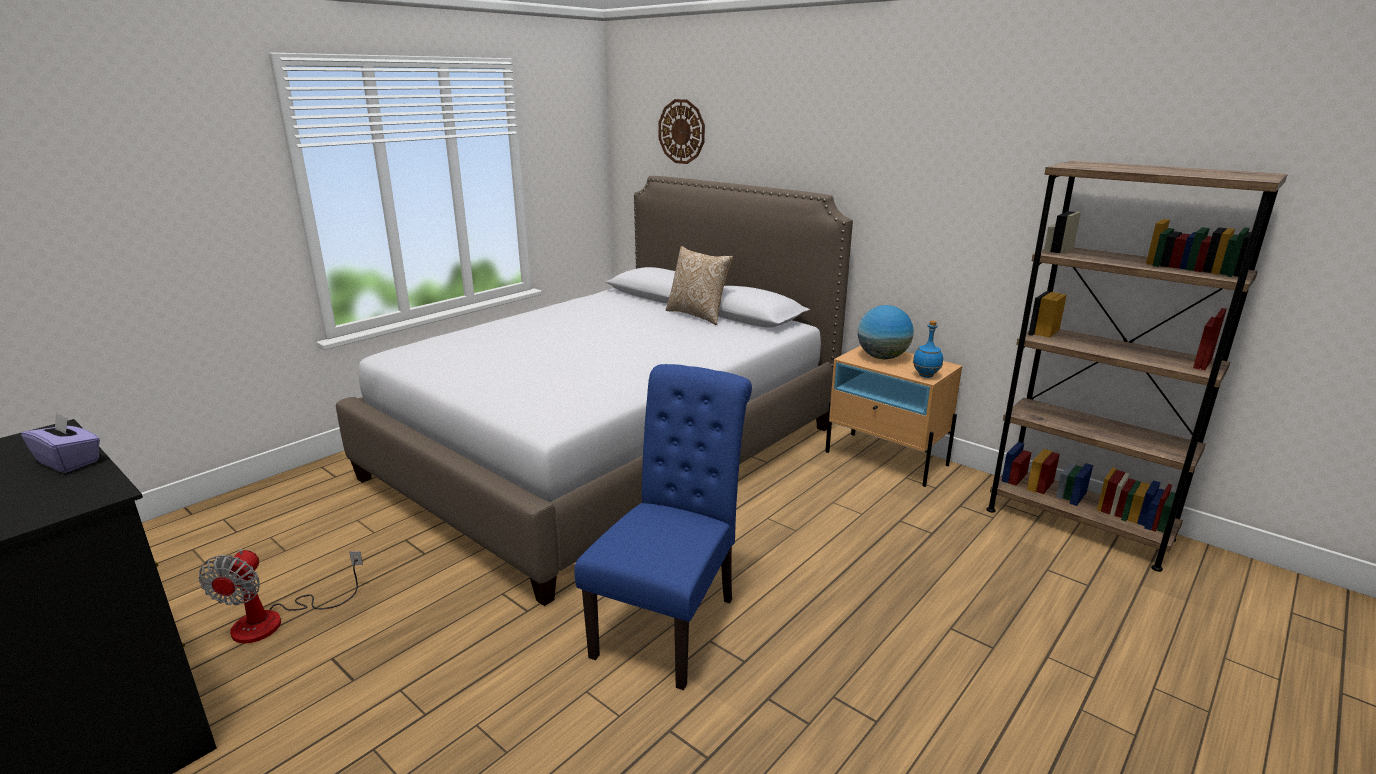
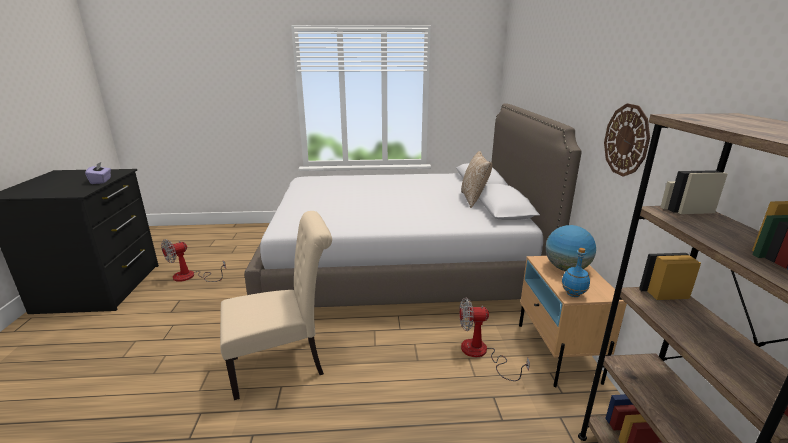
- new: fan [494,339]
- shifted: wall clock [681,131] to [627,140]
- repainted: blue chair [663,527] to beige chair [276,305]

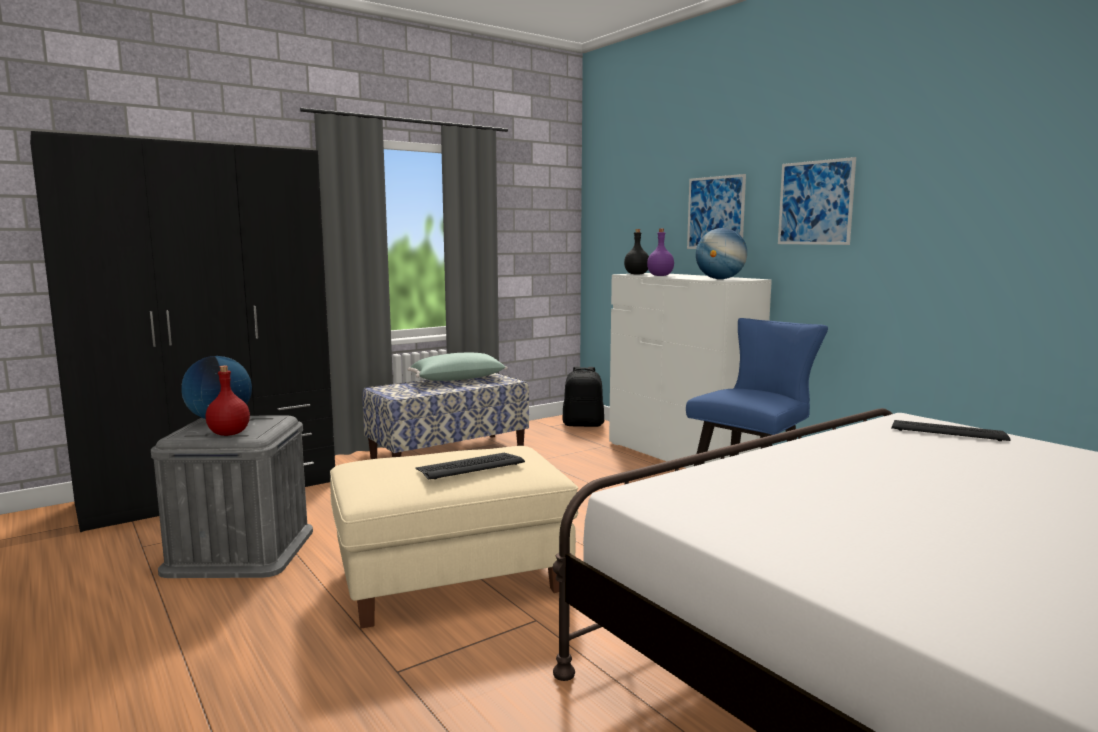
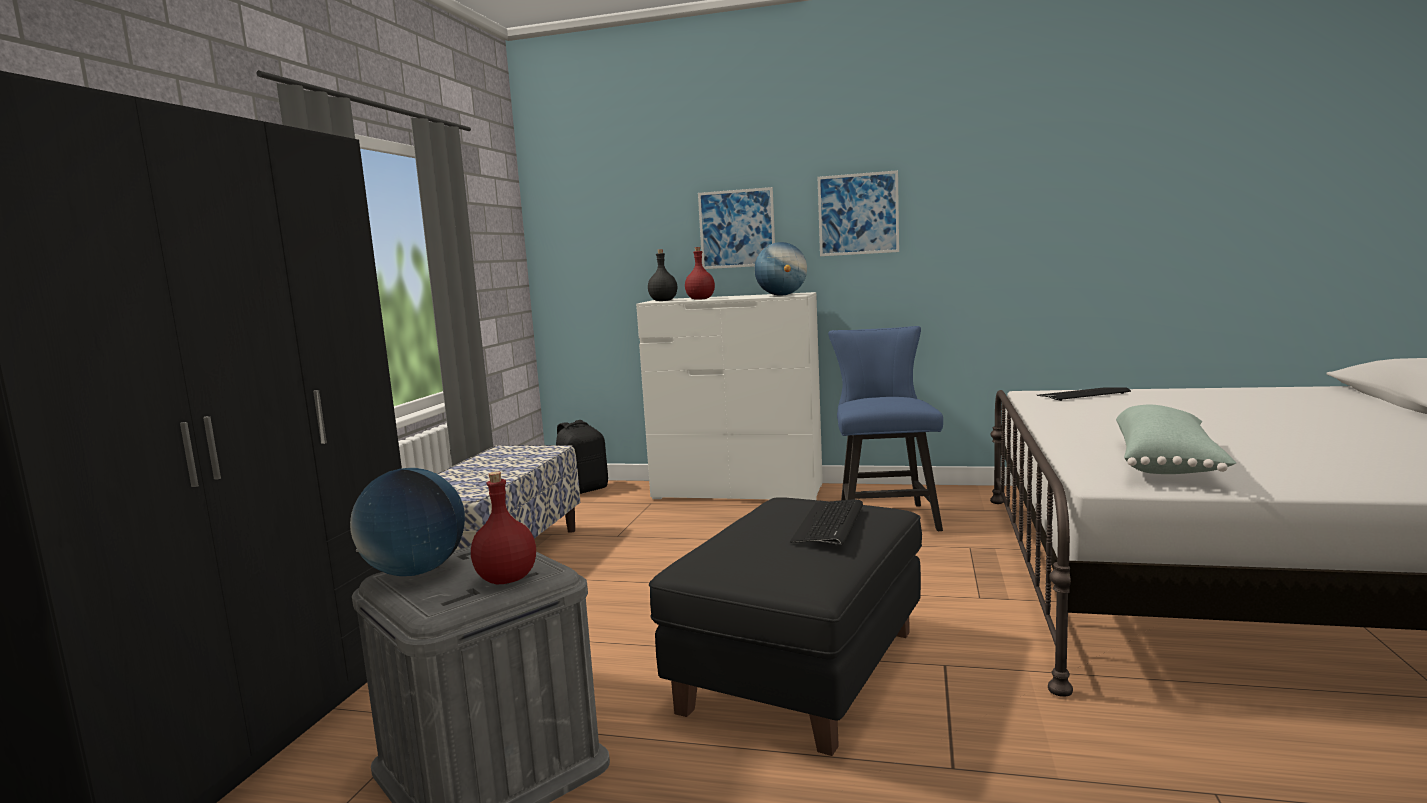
- shifted: green pillow [457,367] to [1176,439]
- repainted: beige ottoman [454,537] to black ottoman [785,626]
- repainted: purple bottle [660,252] to red bottle [700,273]

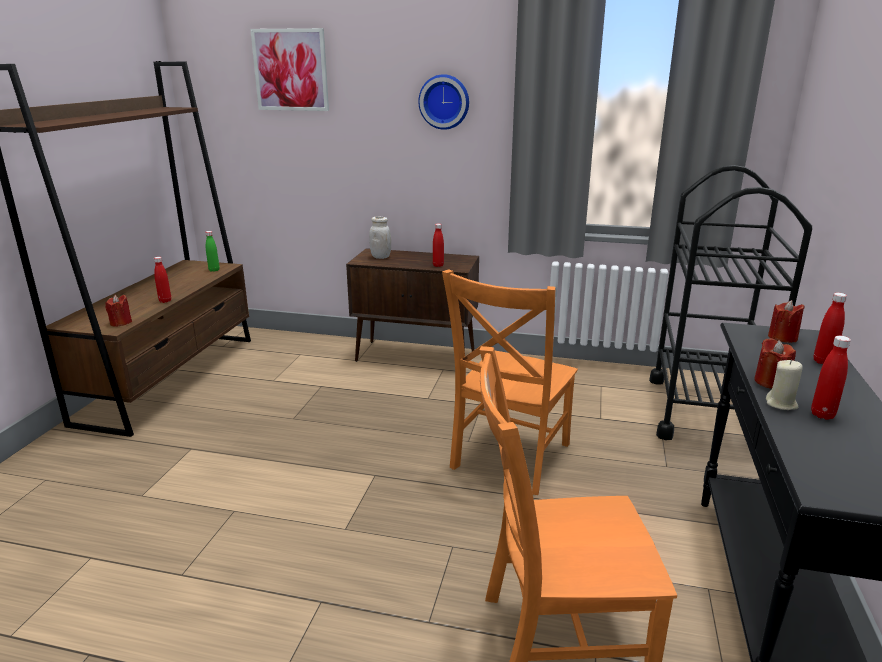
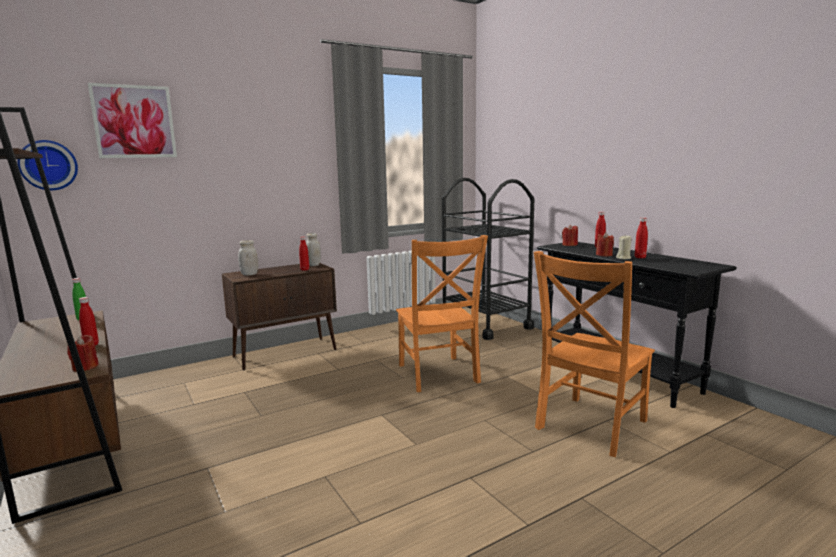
- new: white jar [313,249]
- shifted: wall clock [443,102] to [47,165]

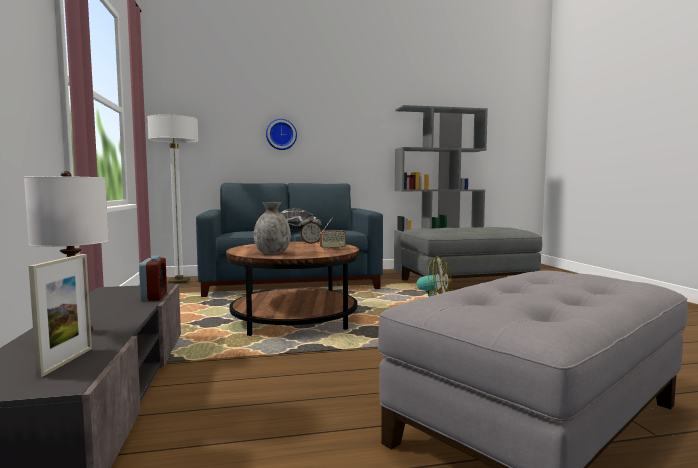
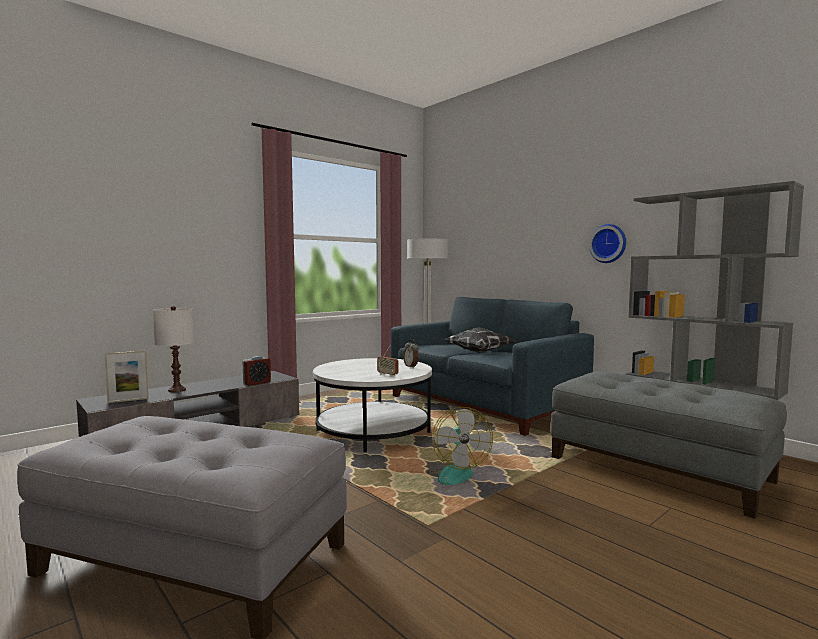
- gone: grey vase [272,228]
- shifted: wall clock [281,134] to [607,243]
- repainted: brown coffee table [292,288] to white coffee table [372,405]

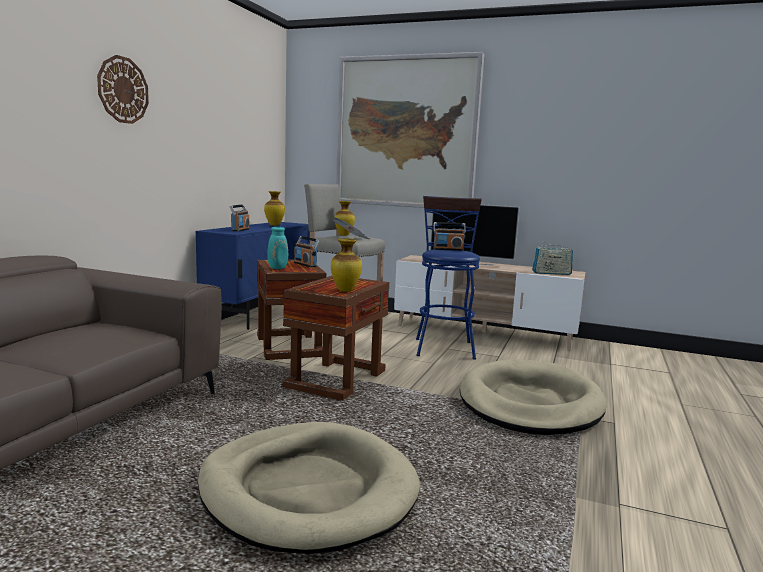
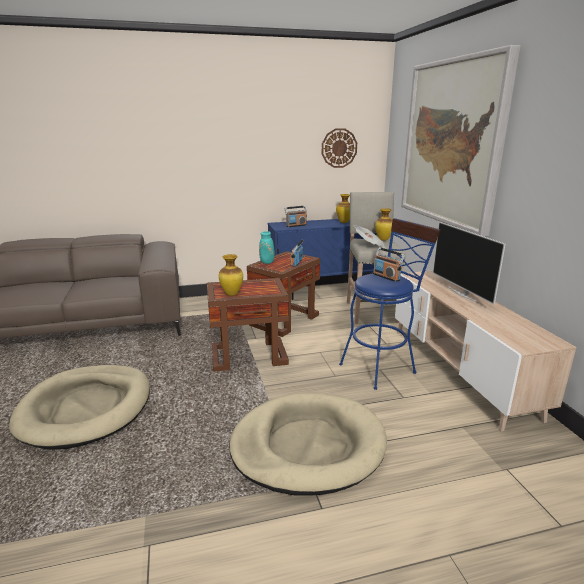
- gone: radio [552,259]
- shifted: wall clock [123,89] to [339,148]

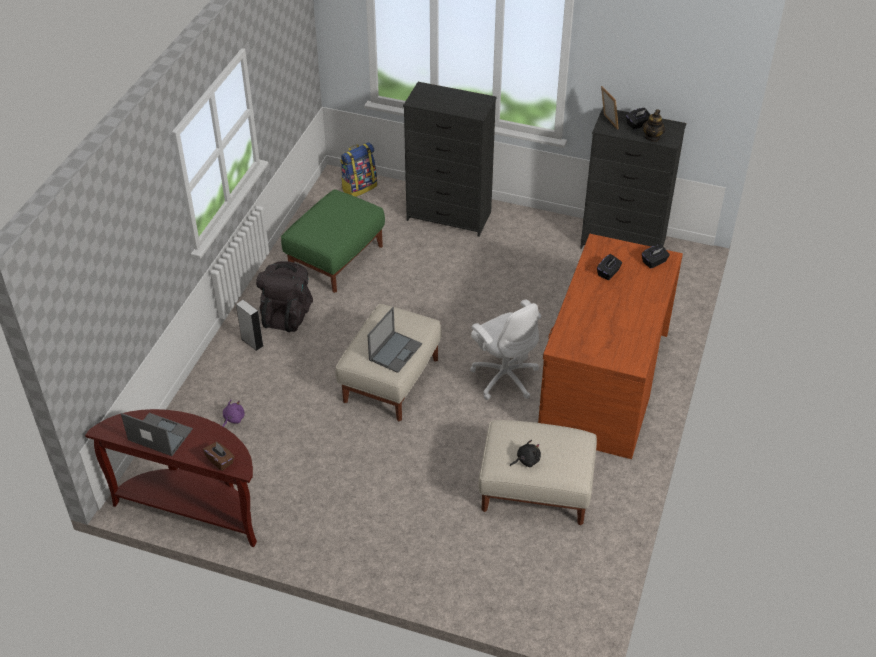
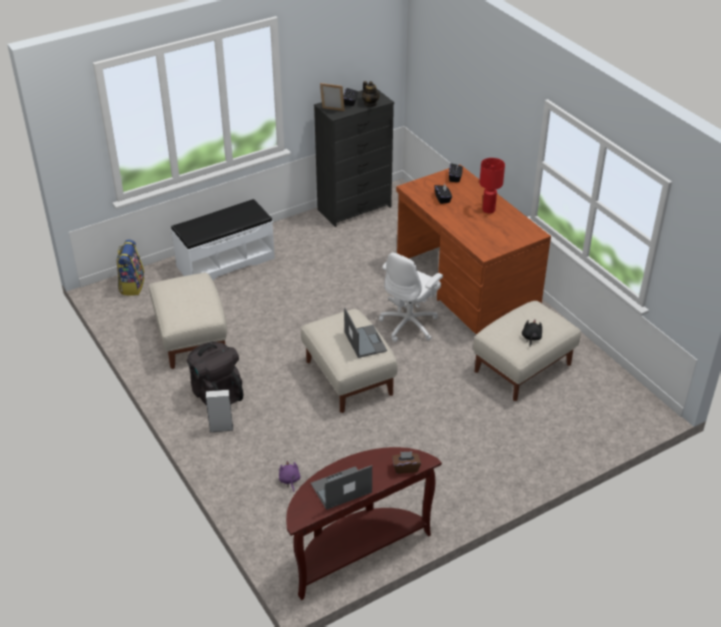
- new: red table lamp [492,185]
- swapped: black dresser [449,159] to white bench [223,239]
- repainted: green ottoman [333,241] to beige ottoman [188,321]
- rotated: white office chair [505,350] = [411,297] 120 degrees clockwise

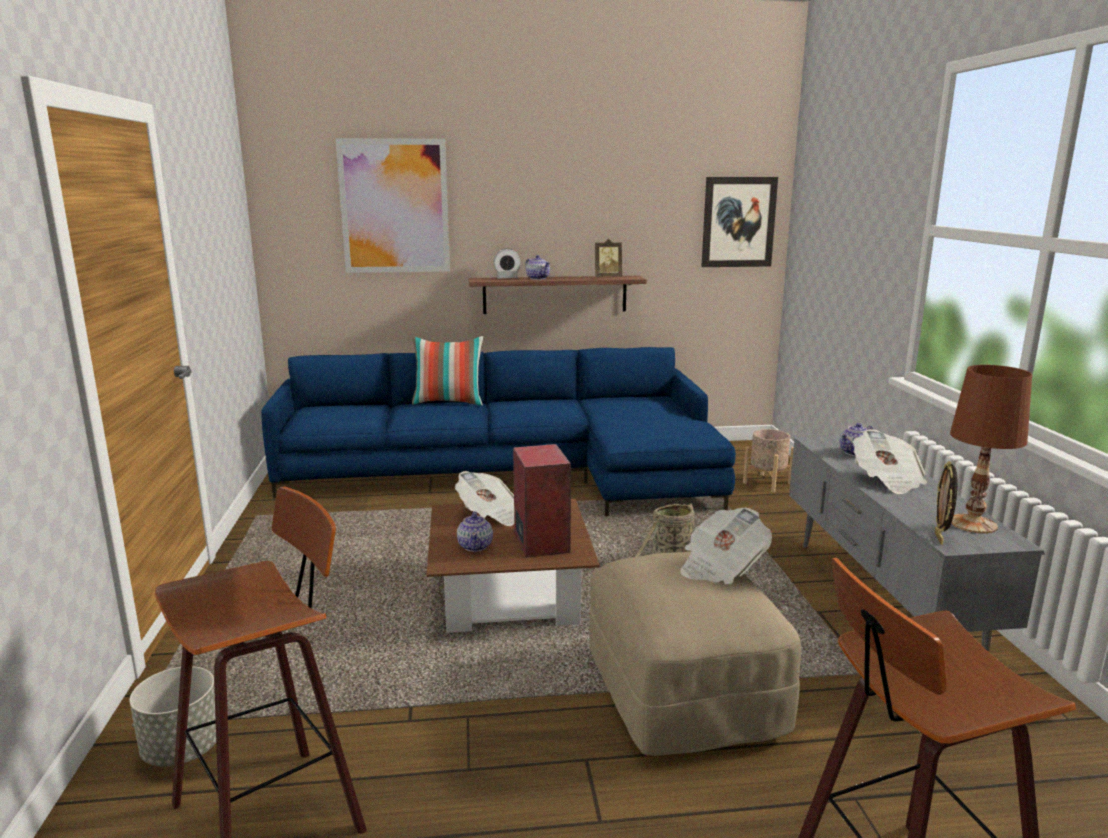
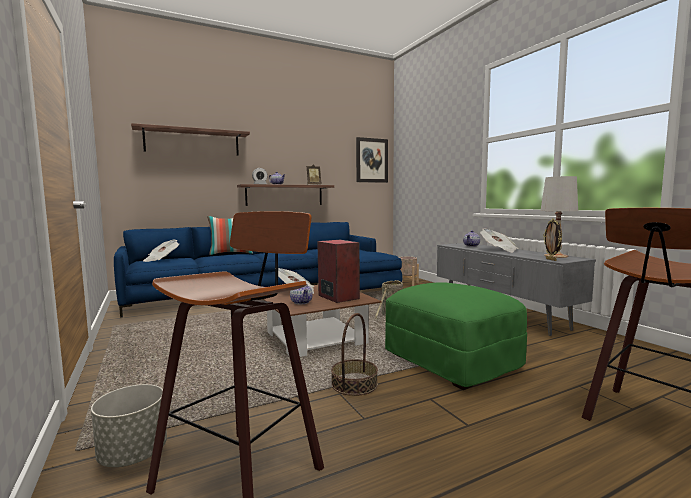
- new: basket [354,354]
- shifted: newspaper [726,546] to [161,251]
- swapped: picture [393,205] to shelf [190,139]
- repainted: beige ottoman [695,654] to green ottoman [456,336]
- repainted: brown table lamp [991,449] to white table lamp [559,217]

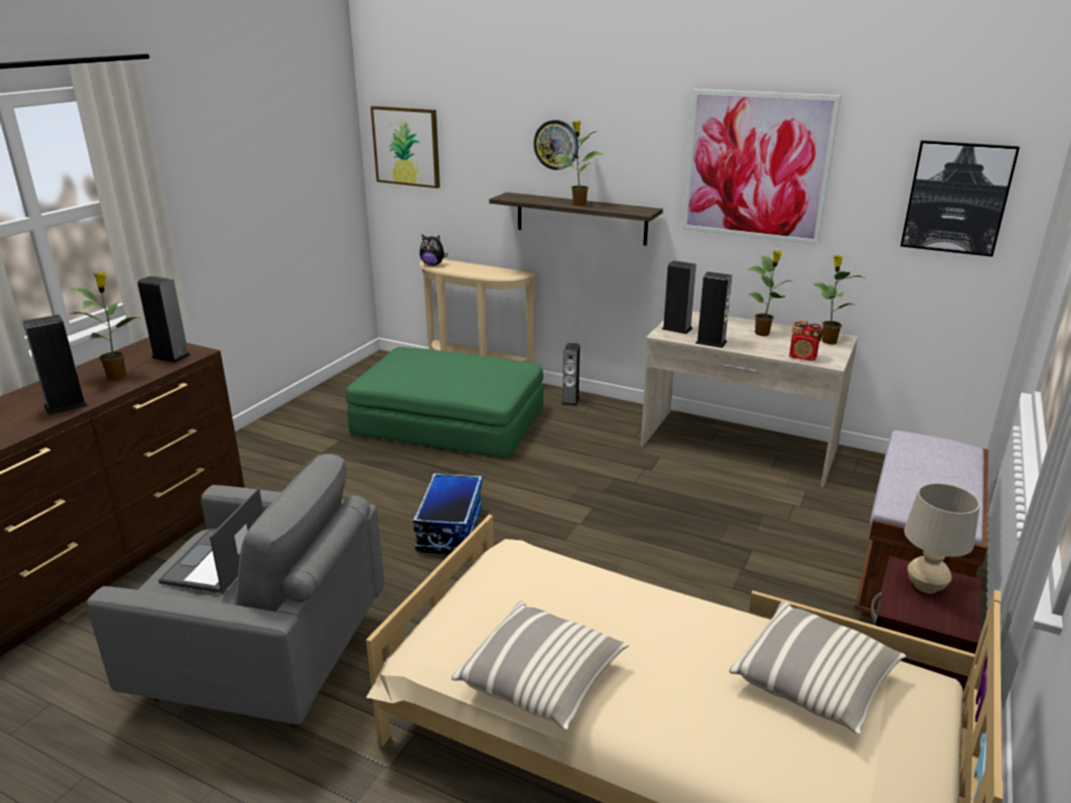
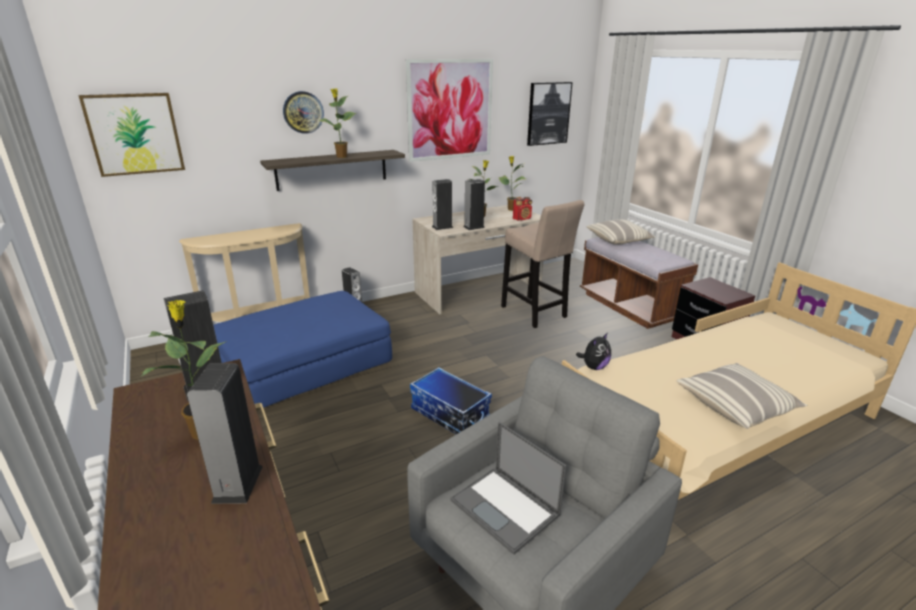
- gone: beige table lamp [942,538]
- new: beige stool [543,264]
- shifted: plush toy [434,250] to [593,351]
- shifted: pillow [817,668] to [621,232]
- repainted: green ottoman [444,403] to blue ottoman [303,349]

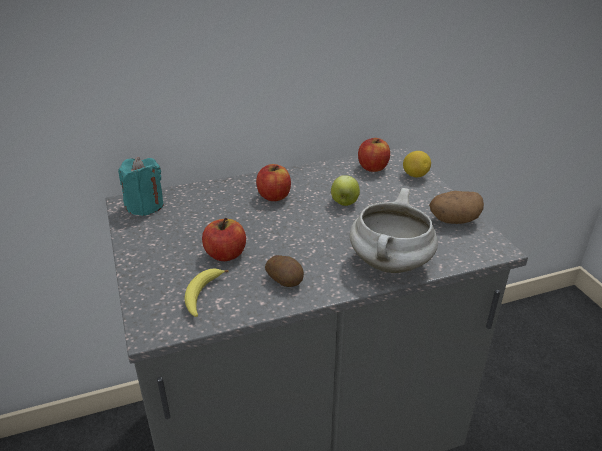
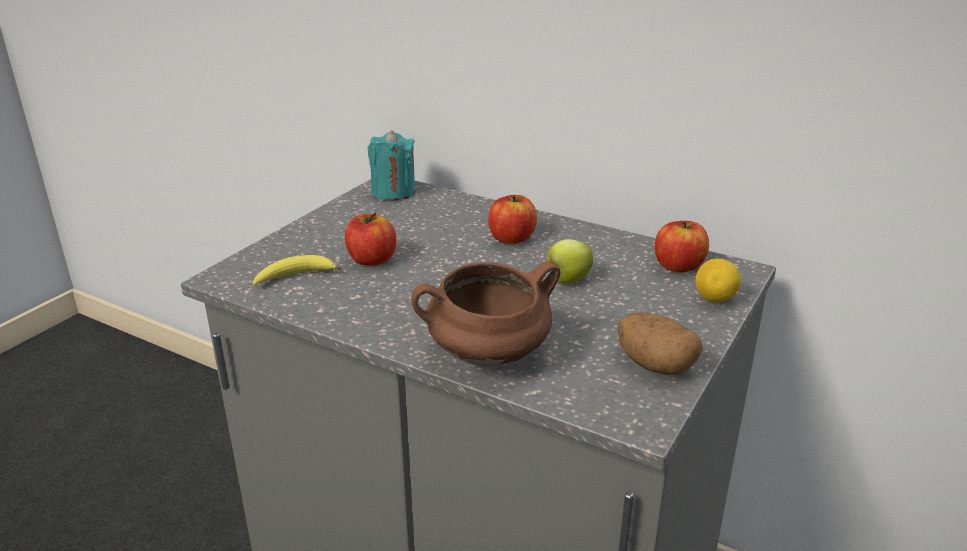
- gone: potato [284,271]
- repainted: white cooking pot [394,230] to brown cooking pot [486,314]

